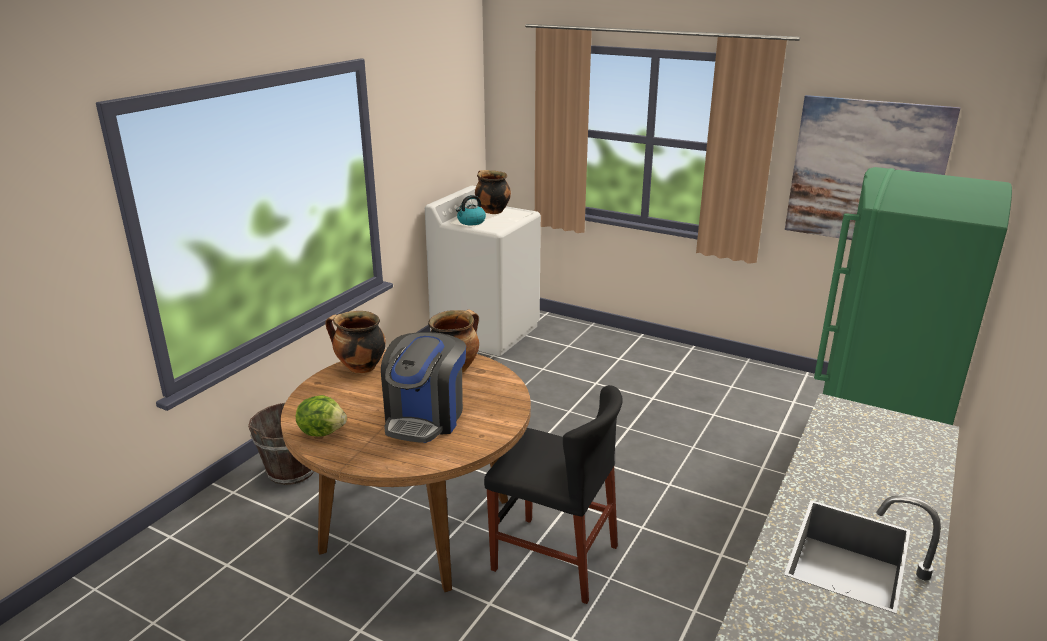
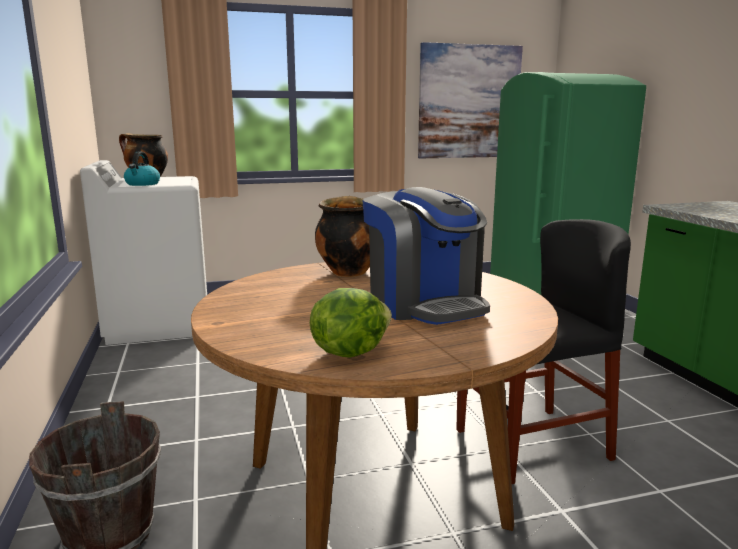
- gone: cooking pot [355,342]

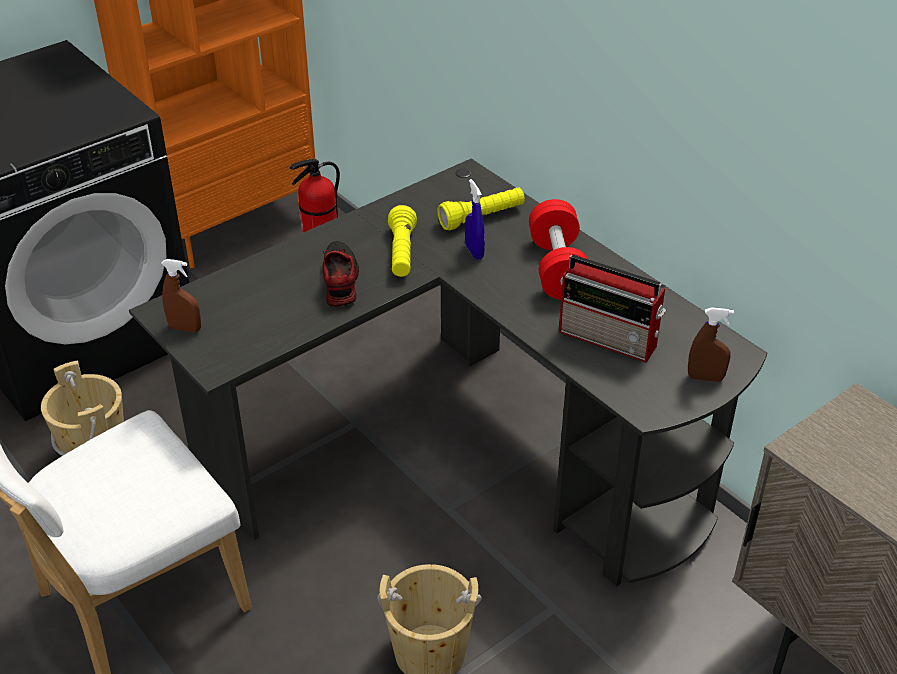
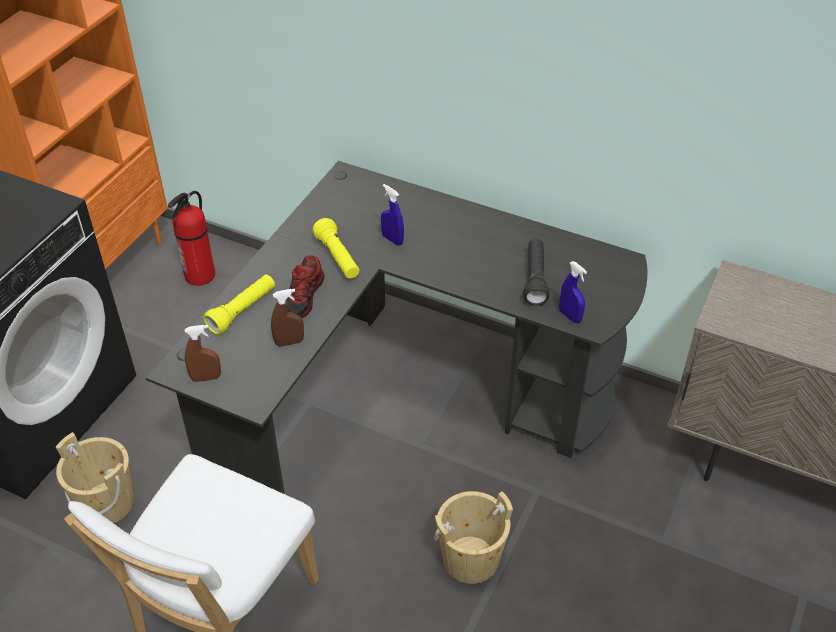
- gone: red dumbbell [558,249]
- new: blue spray bottle [573,292]
- shifted: yellow flashlight [481,208] to [239,304]
- shifted: brown spray bottle [711,344] to [287,318]
- swapped: radio [612,309] to black flashlight [537,272]
- rotated: shoe [341,273] = [304,286] 135 degrees counterclockwise

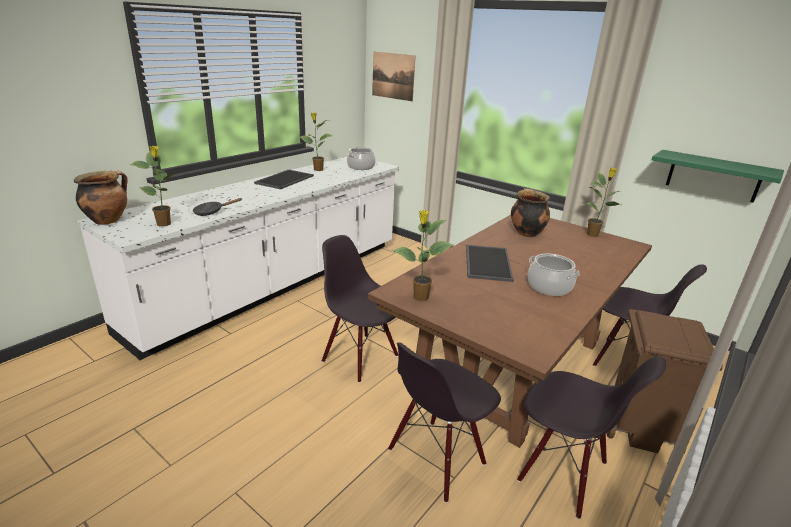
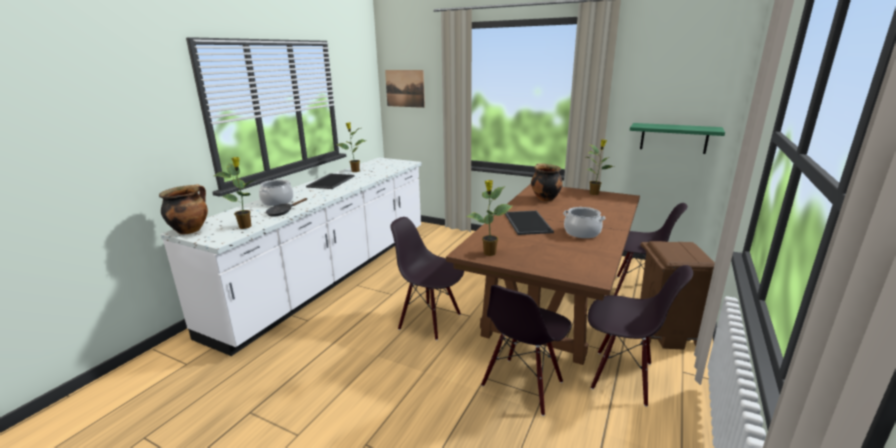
- shifted: cooking pot [361,158] to [276,192]

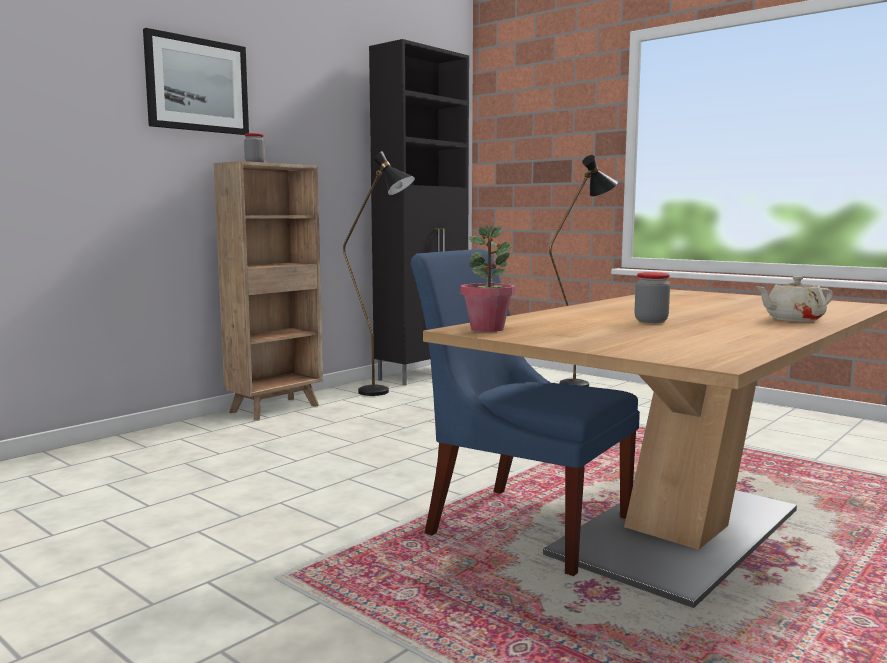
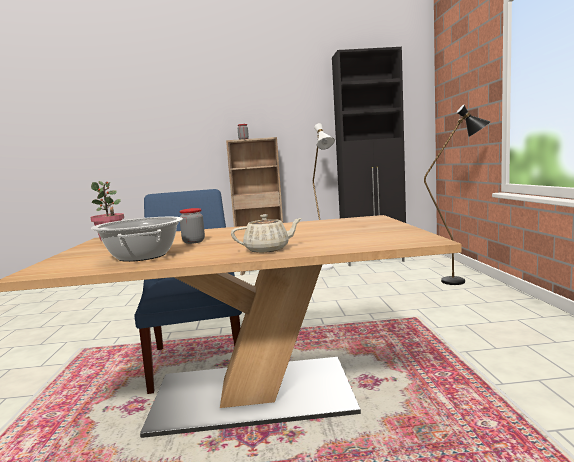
- gone: picture [196,81]
- new: cooking pot [137,239]
- repainted: black floor lamp [379,273] to white floor lamp [324,196]
- rotated: beige teapot [795,299] = [266,233] 135 degrees clockwise

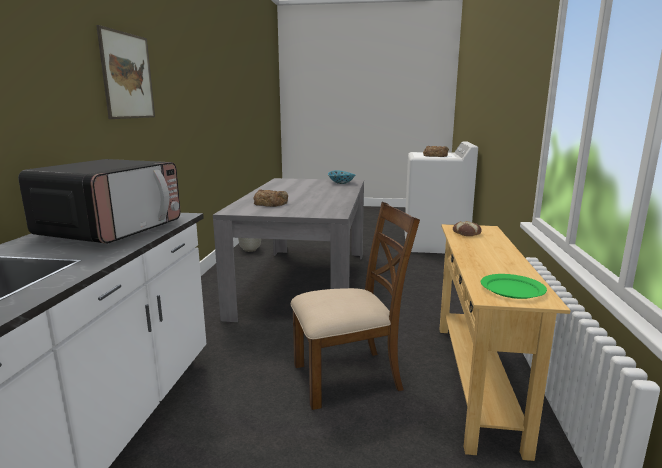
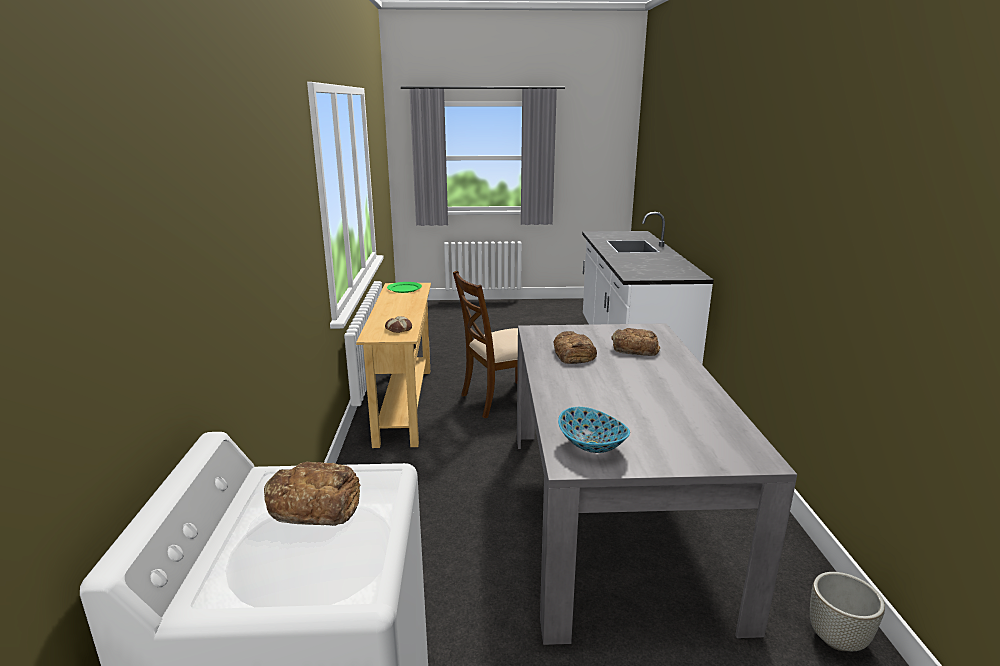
- gone: microwave [99,201]
- gone: picture [125,72]
- new: bread [575,347]

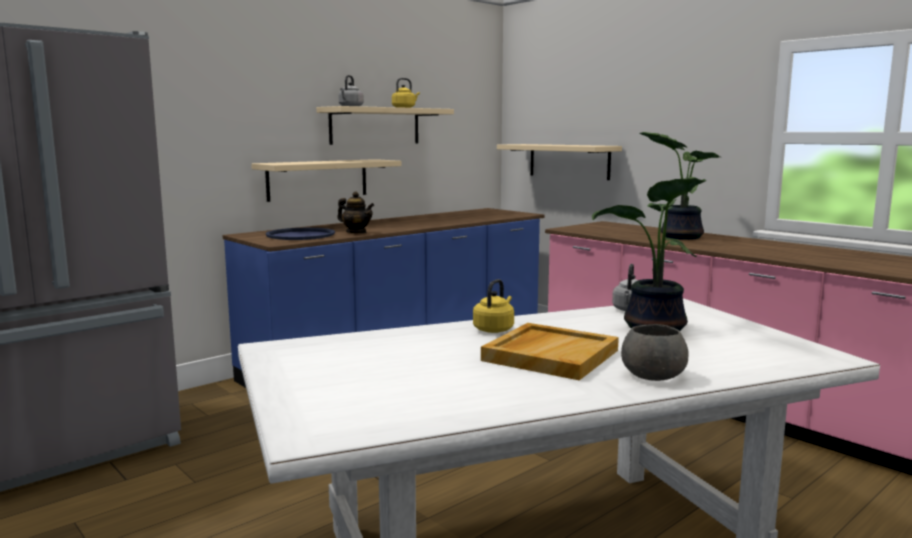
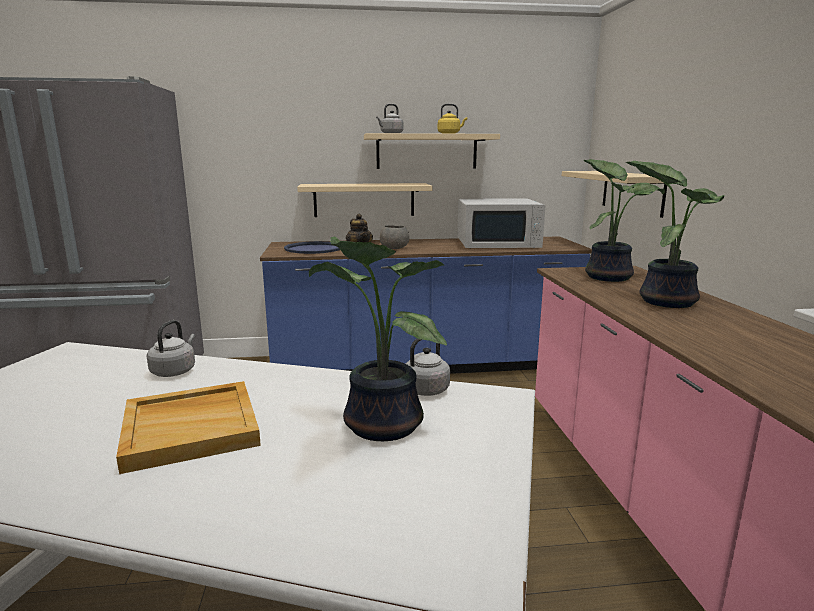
- gone: yellow kettle [493,306]
- new: grey kettle [171,348]
- new: white microwave [501,223]
- new: potted plant [624,220]
- shifted: grey bowl [655,352] to [394,237]

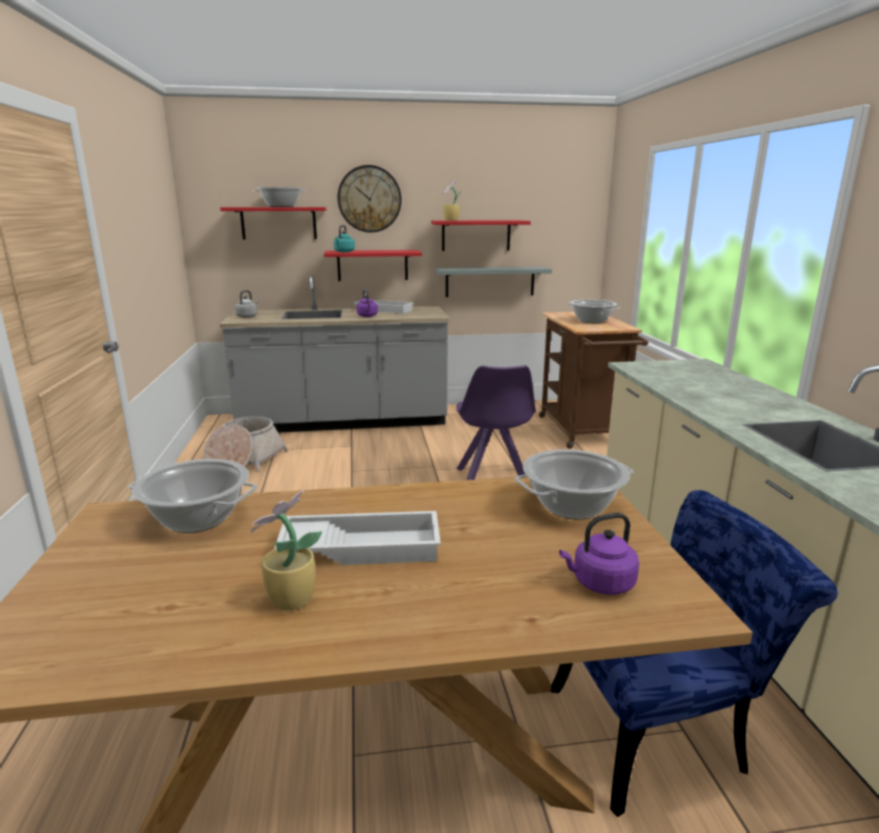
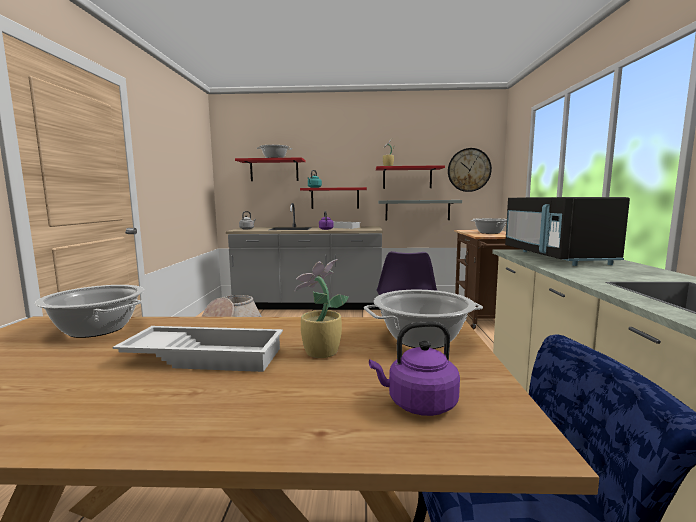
- new: black microwave [567,231]
- shifted: potted plant [286,550] to [321,308]
- shifted: wall clock [370,199] to [470,170]

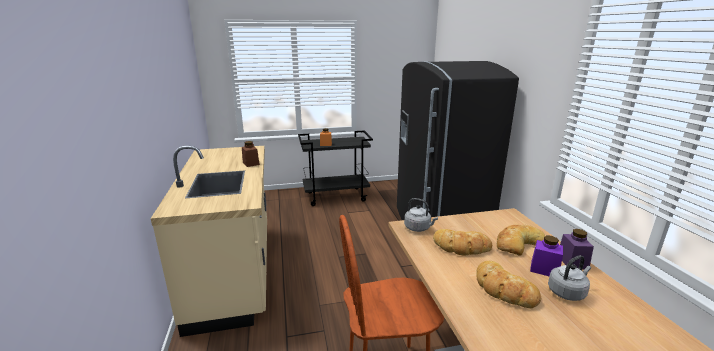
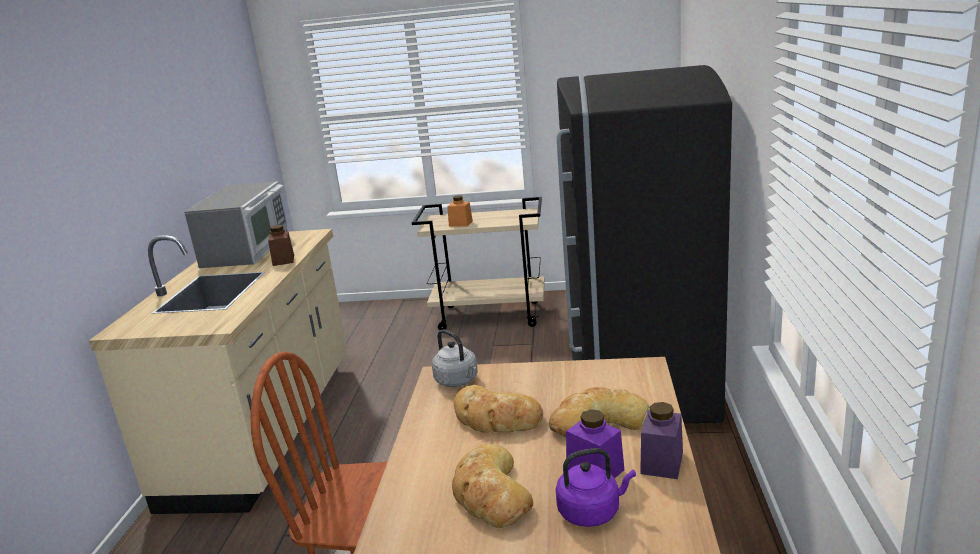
- new: microwave [236,225]
- repainted: black cart [335,168] to beige cart [478,263]
- repainted: grey kettle [569,278] to purple kettle [596,487]

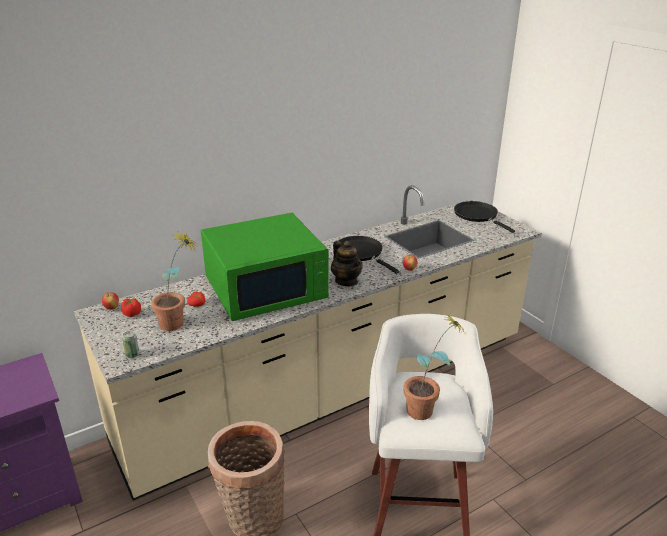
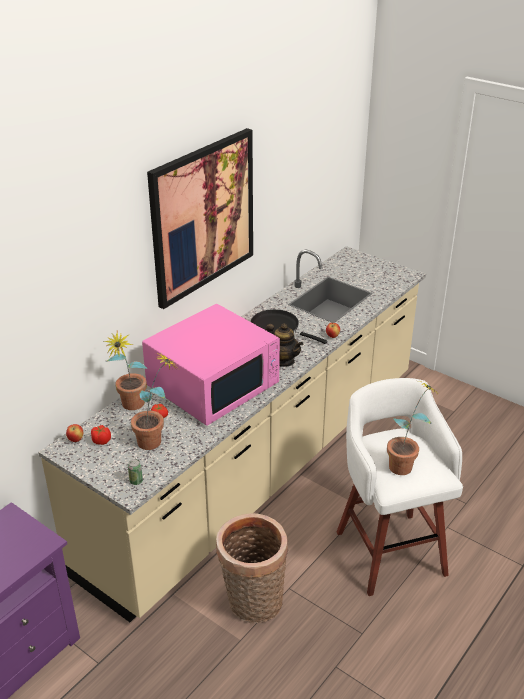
- gone: black frying pan [484,217]
- new: potted plant [125,370]
- new: picture [200,218]
- repainted: green microwave [265,267] to pink microwave [211,365]

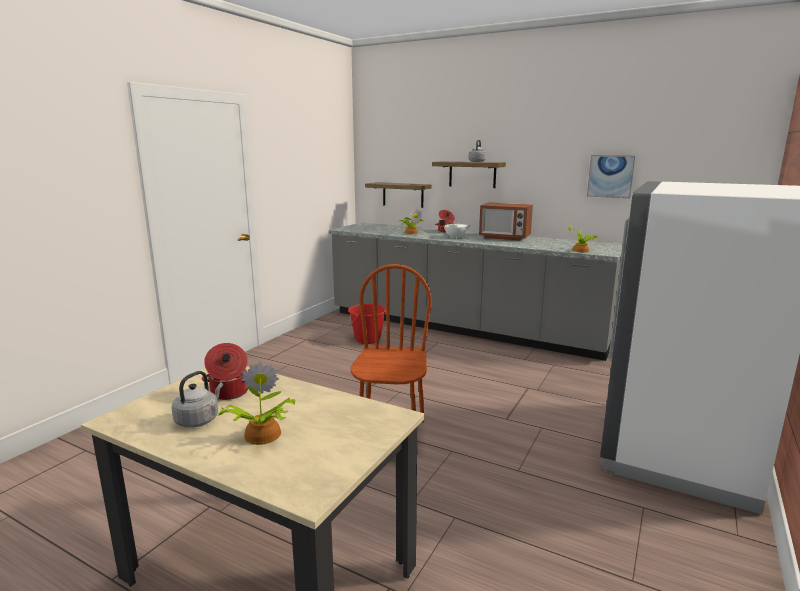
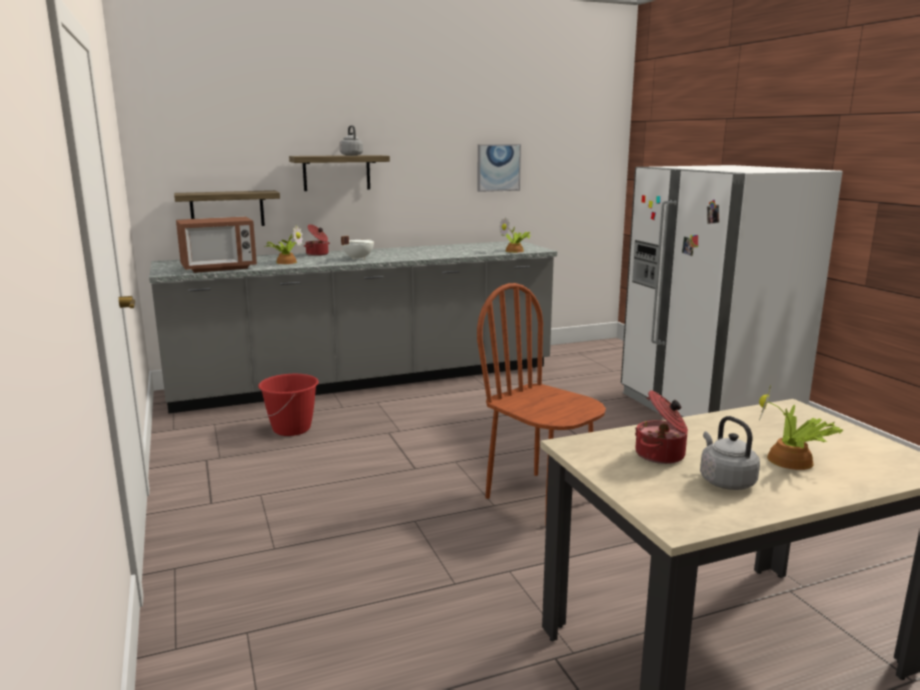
- shifted: microwave [506,221] to [216,244]

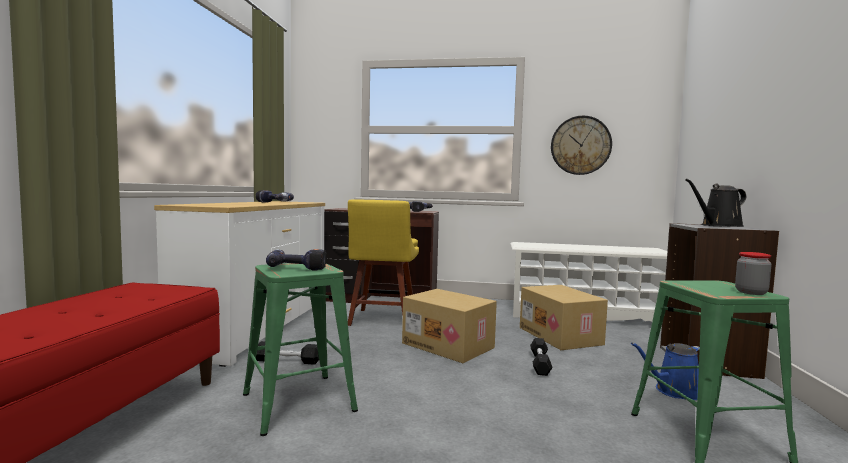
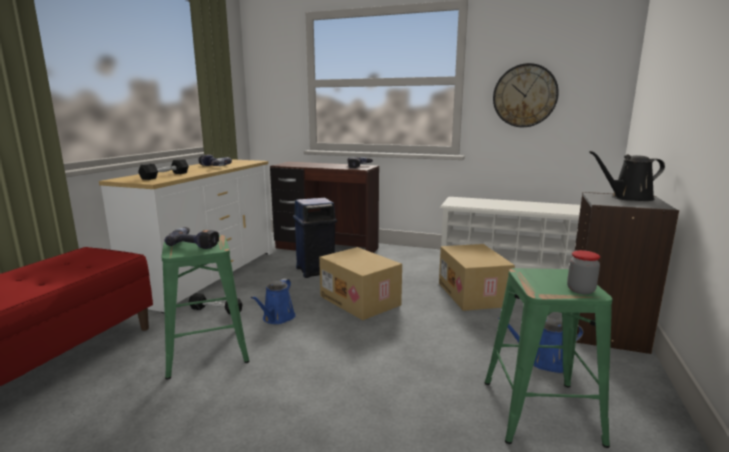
- new: blue watering can [273,301]
- shifted: black dumbbell [541,357] to [163,169]
- swapped: yellow chair [383,262] to blue trash can [315,238]

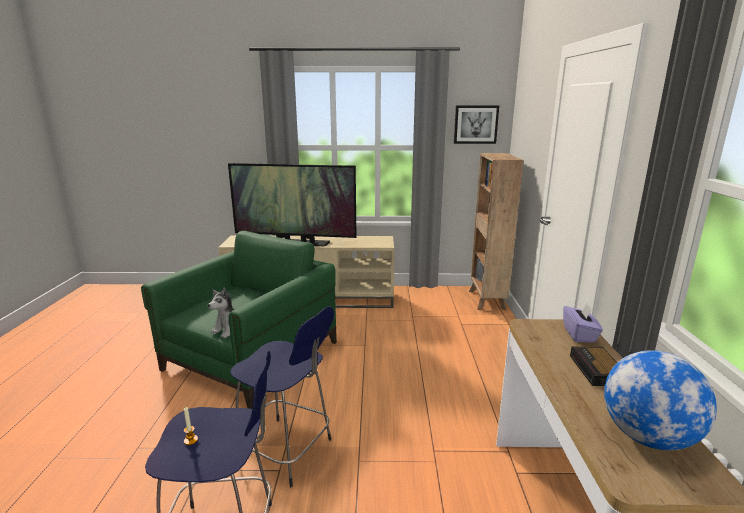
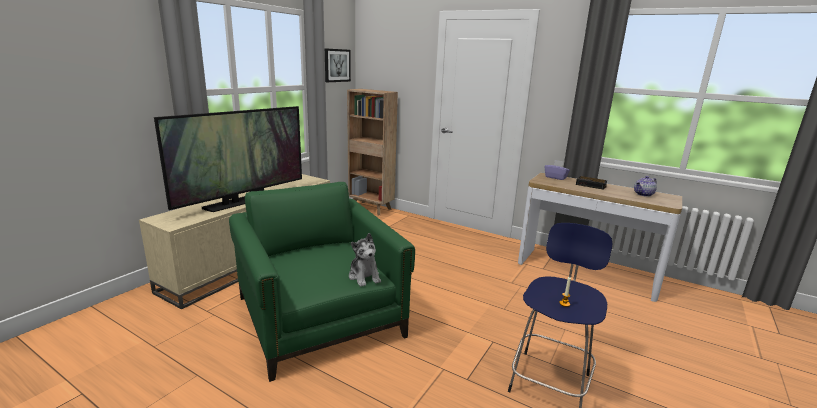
- gone: blue stool [282,397]
- swapped: globe [660,400] to teapot [645,186]

